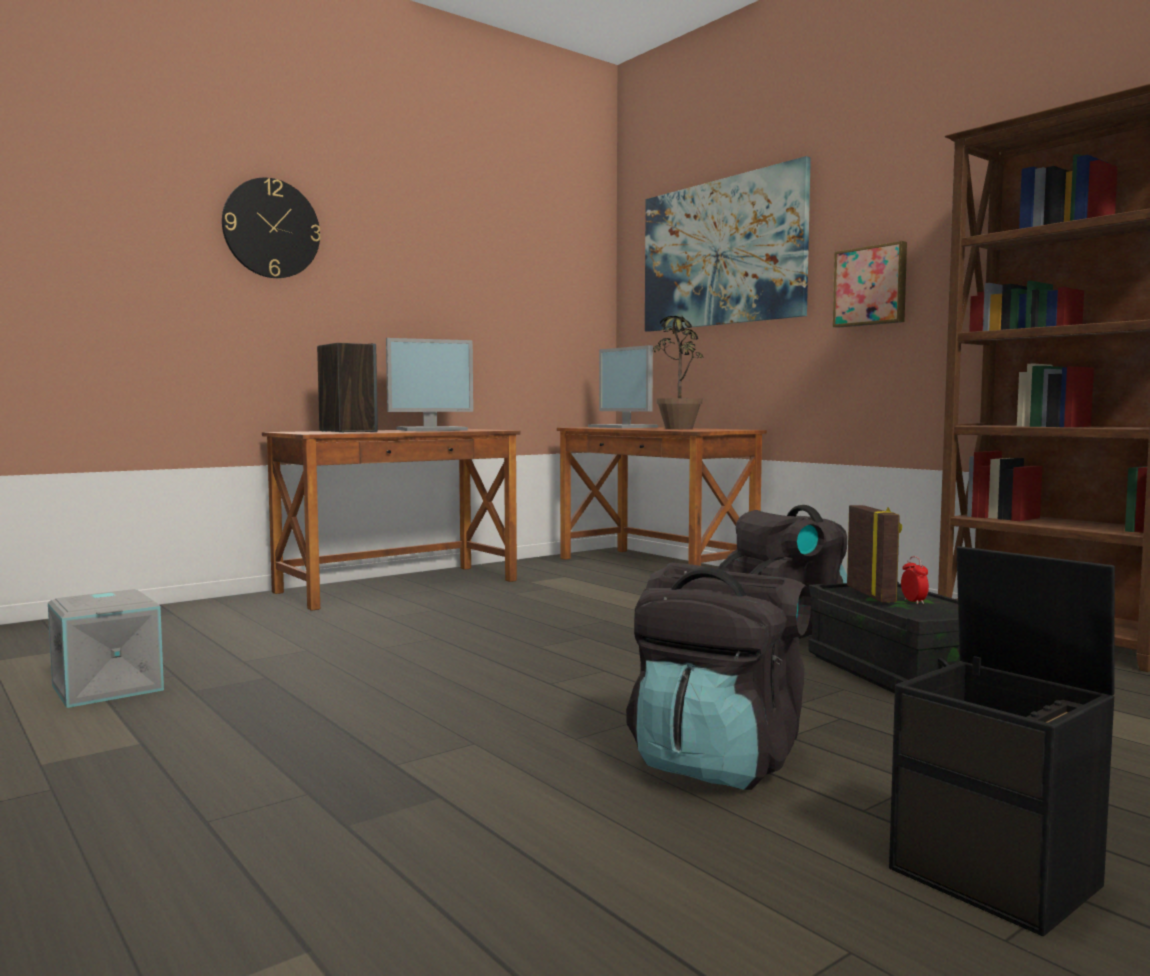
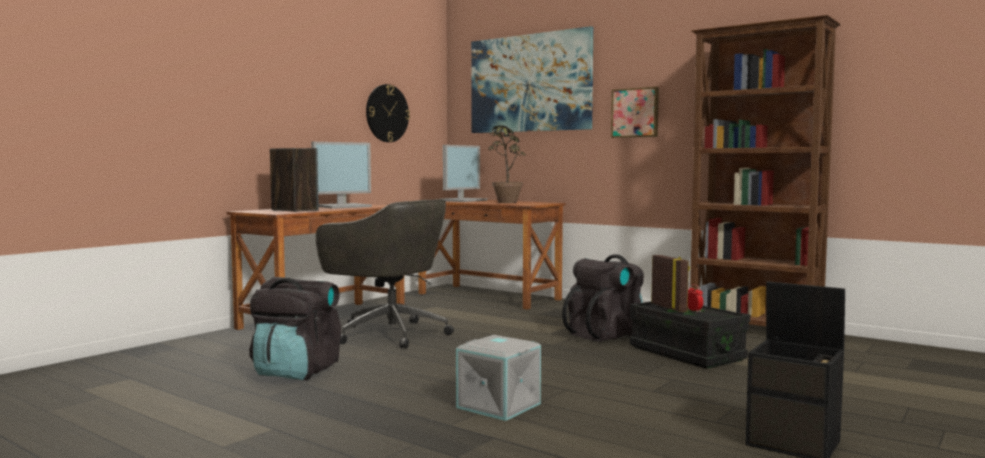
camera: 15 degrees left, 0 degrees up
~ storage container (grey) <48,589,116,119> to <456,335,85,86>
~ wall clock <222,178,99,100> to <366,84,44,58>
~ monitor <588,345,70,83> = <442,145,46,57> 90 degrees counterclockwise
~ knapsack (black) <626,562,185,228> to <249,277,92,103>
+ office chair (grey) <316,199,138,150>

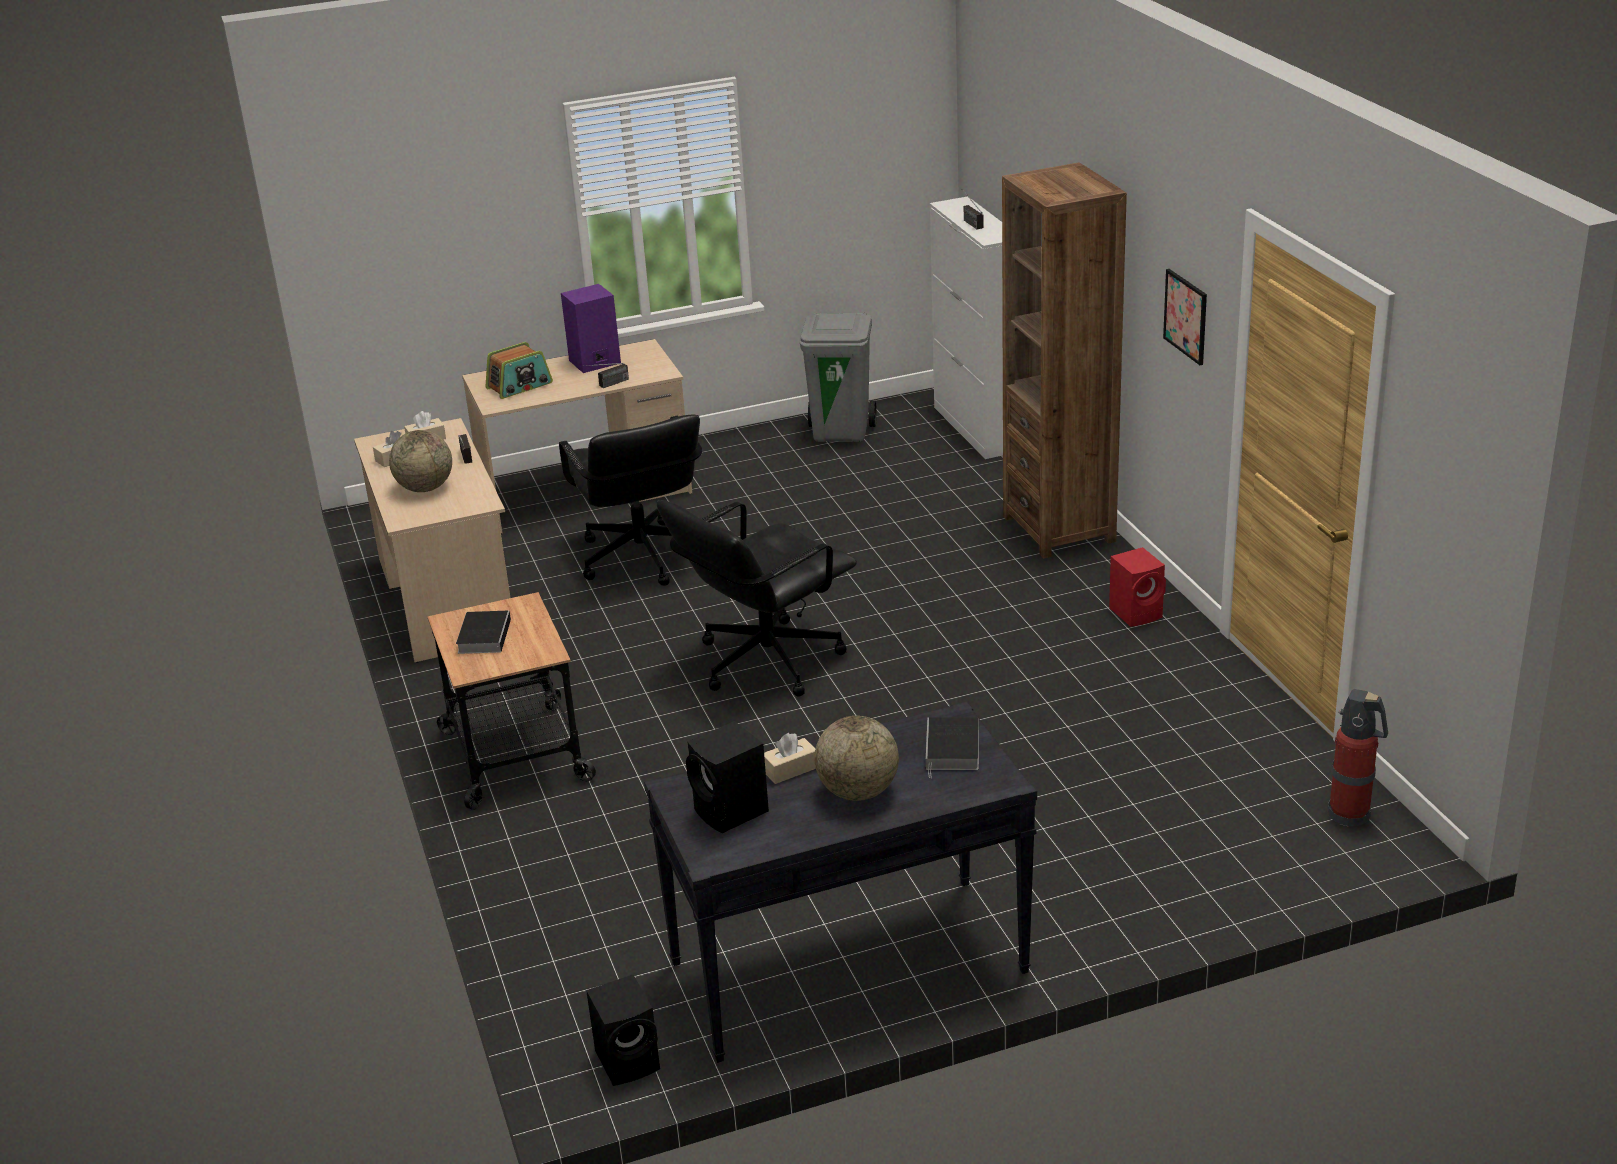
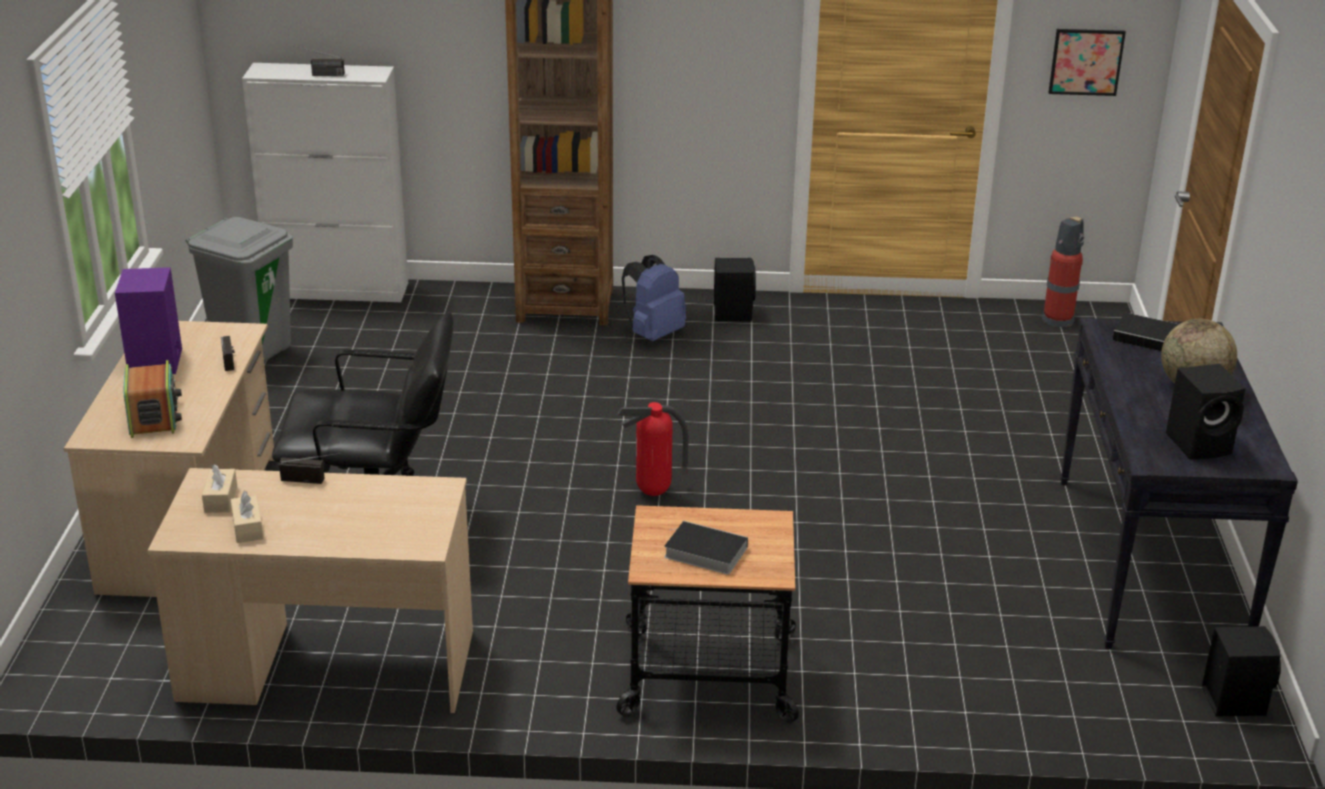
camera: 70 degrees left, 0 degrees up
- globe <389,430,63,62>
~ office chair (black) <657,500,200,197> to fire-fighting cylinder <617,402,71,94>
- box of tissues (beige-coloured) <764,733,52,51>
~ audio speaker (red) <1109,547,57,80> to audio speaker (black) <713,258,43,63>
~ wall art <1163,269,44,96> to <1048,29,78,67>
+ knapsack (blue) <622,255,64,86>

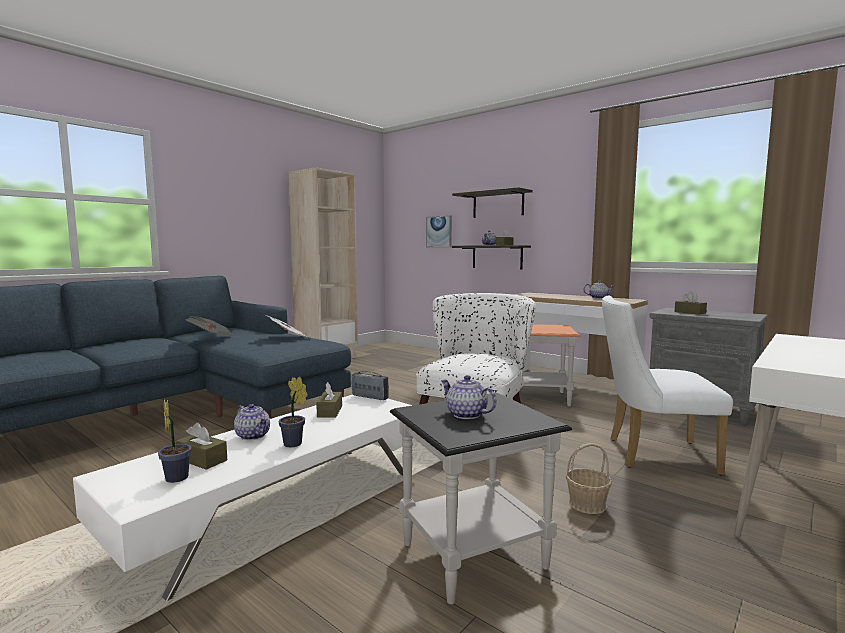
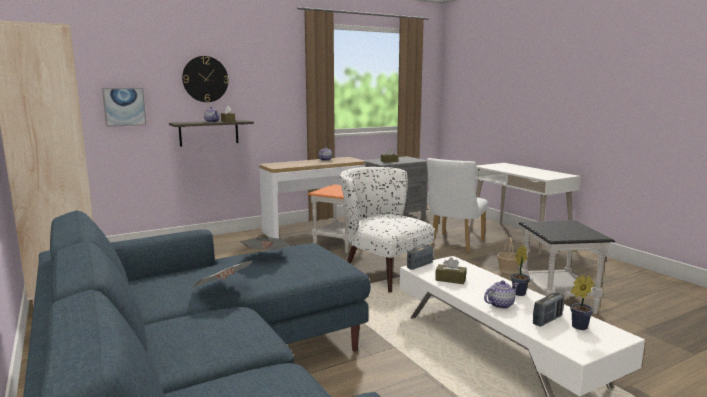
camera: 70 degrees left, 5 degrees up
~ box of tissues (brownish) <176,423,51,47> to radio receiver <533,292,31,35>
- tea pot <441,375,56,44>
~ bracket shelf <452,187,81,31> to wall clock <182,56,47,46>

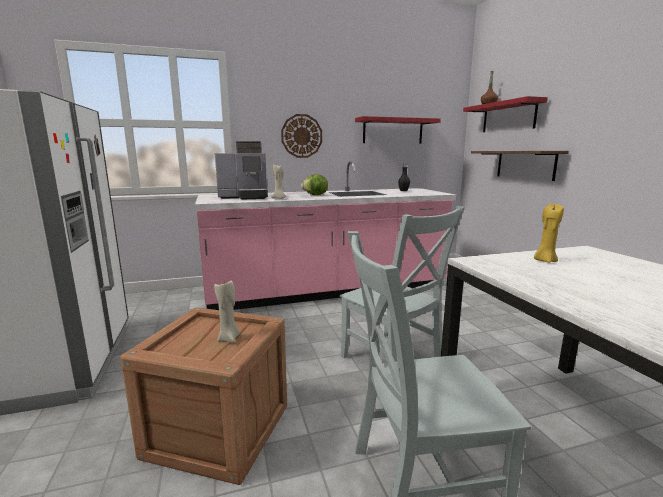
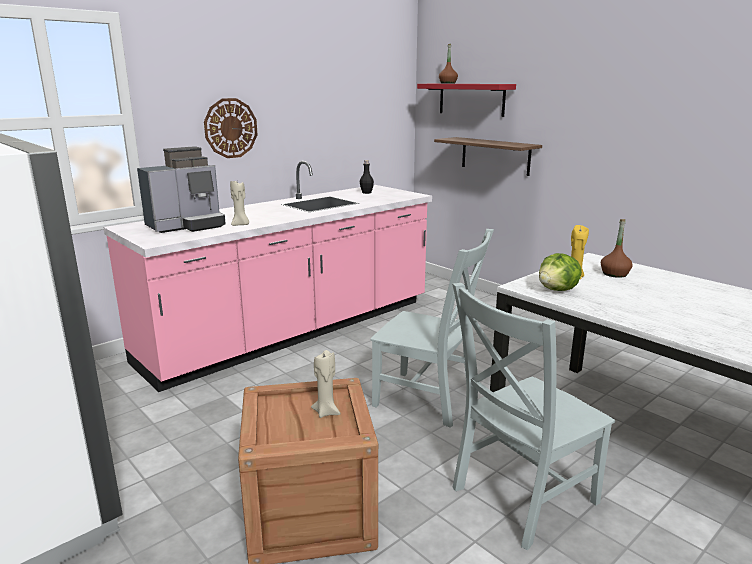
camera: 25 degrees left, 5 degrees up
~ head of lettuce <301,174,27,21> to <539,253,43,38>
- bracket shelf (red) <355,116,86,28>
+ drink bottle (brownish) <601,219,32,59>

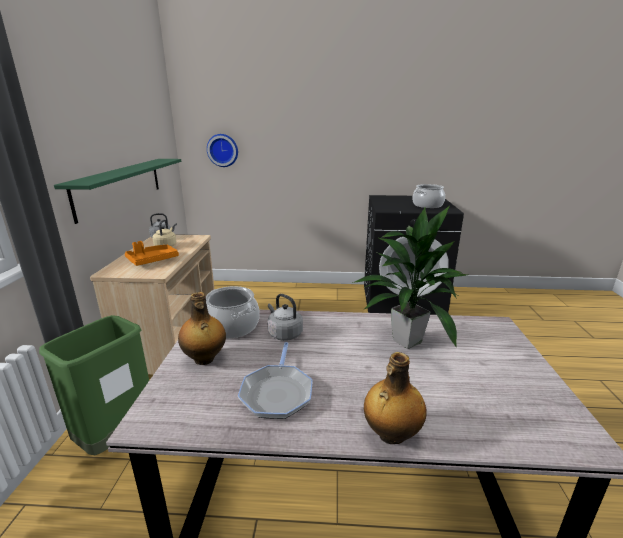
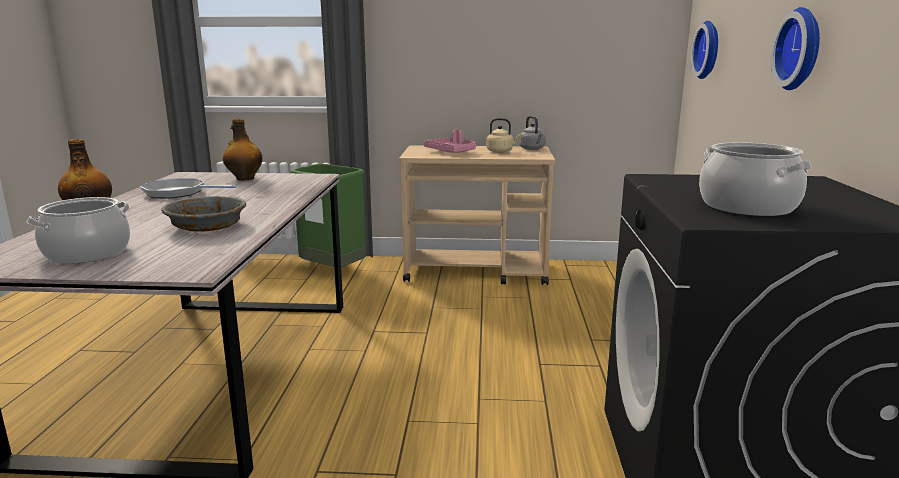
camera: 90 degrees right, 5 degrees down
- bracket shelf (green) <54,159,127,65>
~ serving tray (orange) <125,241,54,25> to serving tray (pinkish) <424,130,52,23>
~ cooking pot <206,286,54,53> to <27,197,103,67>
- tea kettle (grey) <267,294,36,47>
~ houseplant <352,206,115,143> to serving bowl (grey) <161,196,85,36>
+ wall clock <771,7,49,83>

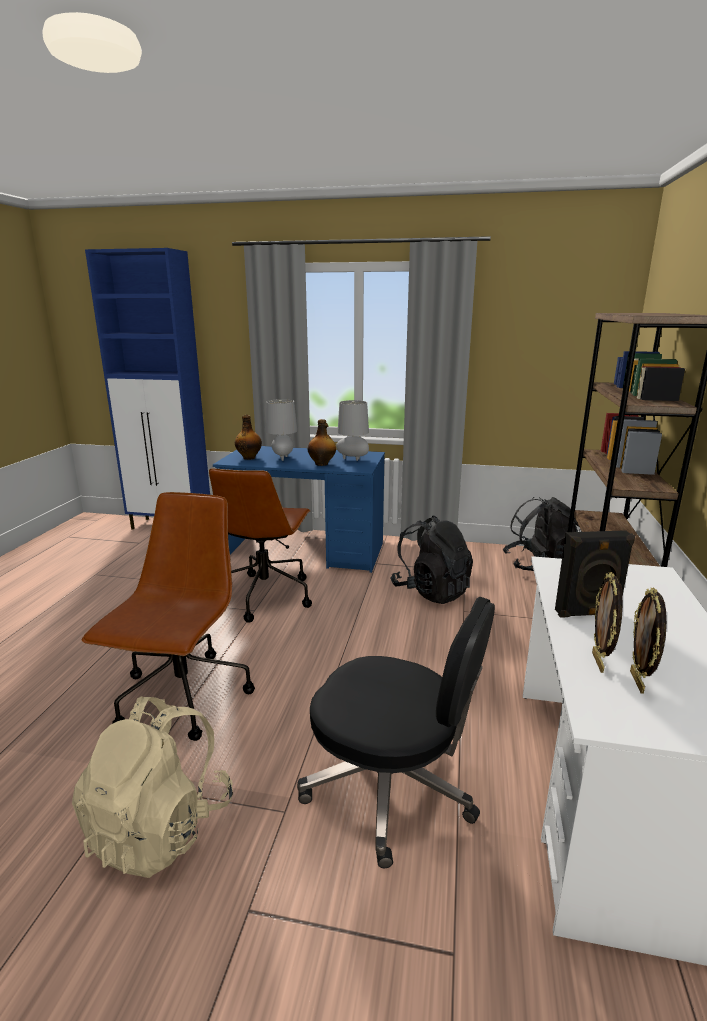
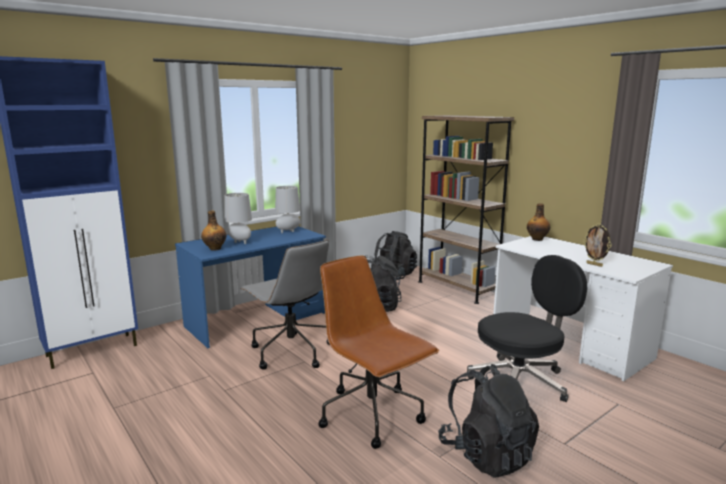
camera: 50 degrees left, 5 degrees down
~ knapsack (beige-coloured) <72,696,161,182> to knapsack (black) <438,364,101,114>
~ office chair (brownish) <209,468,103,155> to office chair (grey) <241,240,89,130>
~ drink bottle <308,419,28,47> to <527,203,23,38>
- audio speaker (black) <555,530,80,88>
- standing frame <630,588,37,106>

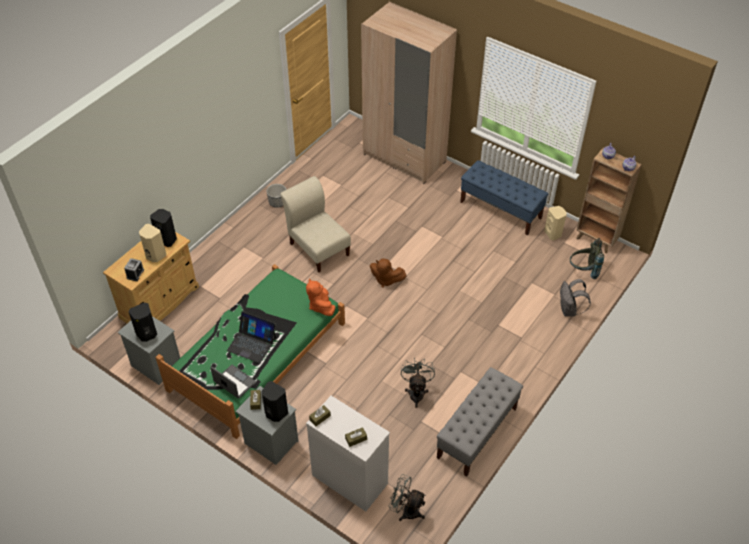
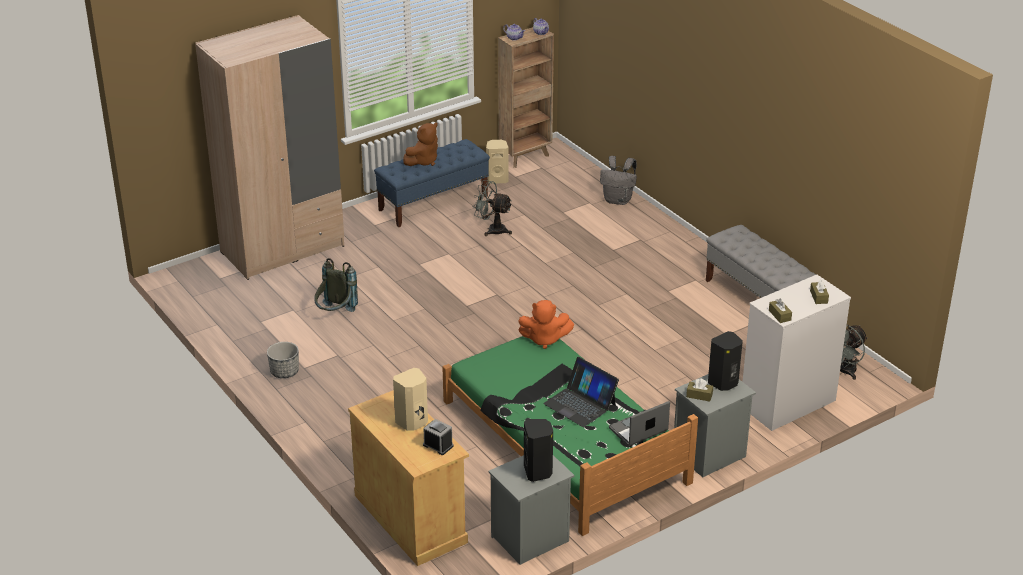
camera: 70 degrees left, 15 degrees down
- audio speaker (black) <150,209,27,38>
~ portable computer <227,311,49,52> = <543,357,76,70> 90 degrees clockwise
- chair (beige-coloured) <280,176,71,96>
~ cuddly toy (brownish) <370,259,37,29> to <403,123,35,43>
~ fan (grey) <401,358,34,50> to <473,180,39,56>
~ knapsack (grey) <570,238,34,41> to <314,258,44,54>

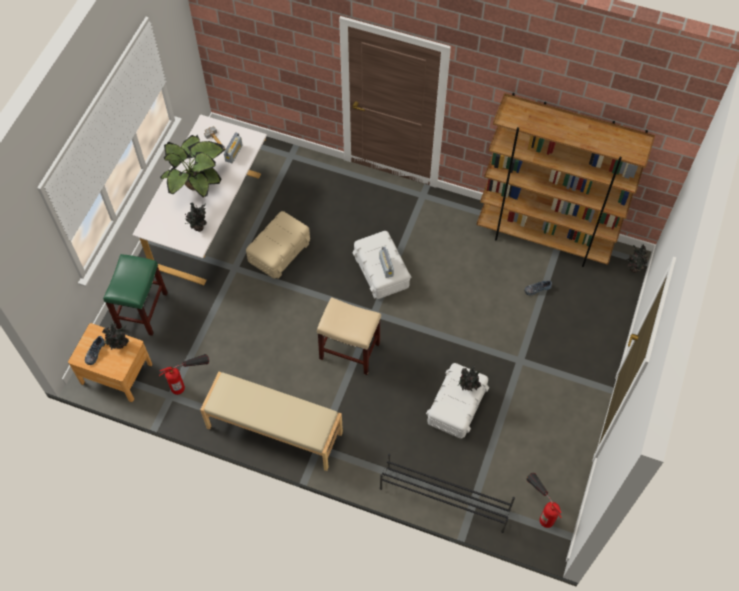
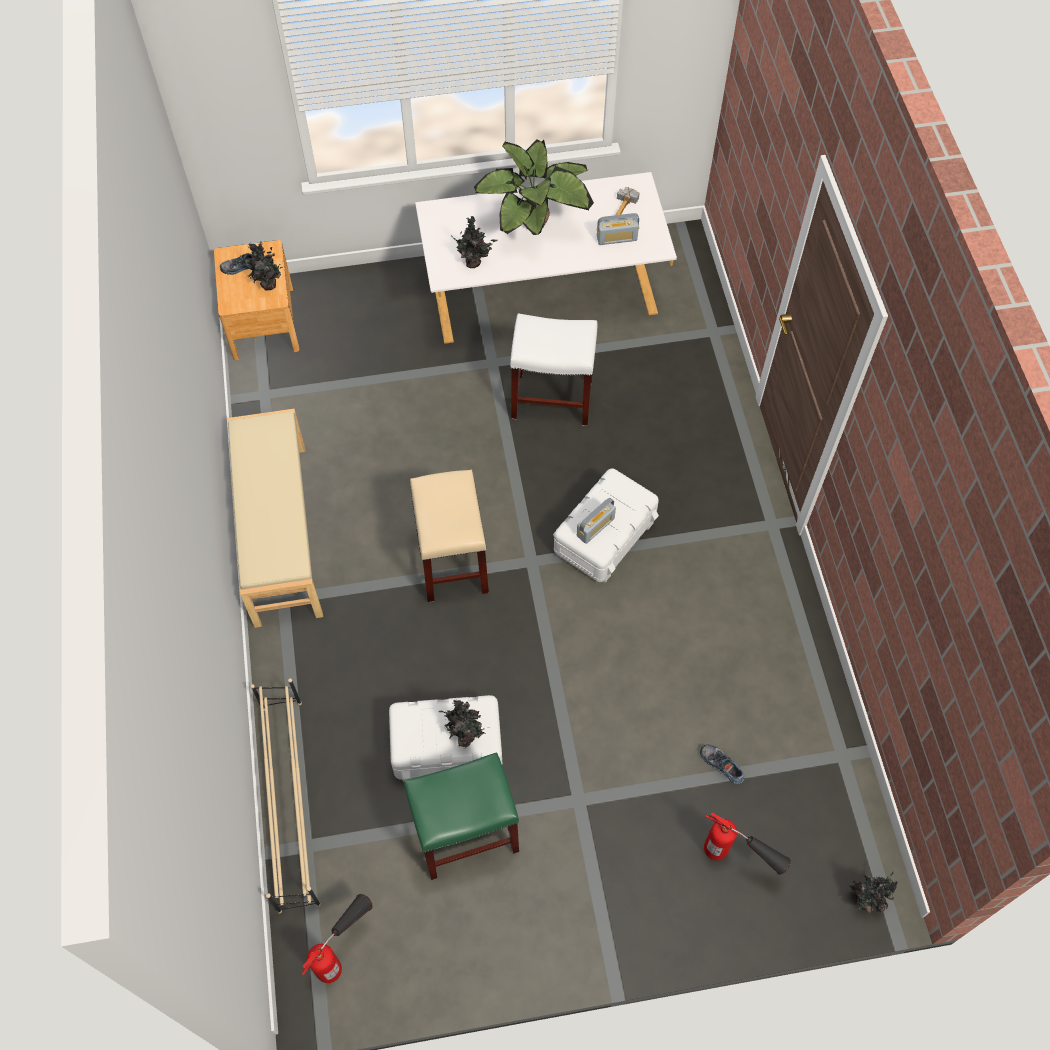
camera: 60 degrees right, 0 degrees up
~ sitting stool (green) <103,254,65,82> to <403,752,116,128>
~ fire-fighting cylinder <159,354,50,41> to <704,812,87,63>
~ storage container (beige-coloured) <246,211,64,68> to sitting stool (white-coloured) <510,314,87,112>
~ shoe rack (black) <380,454,135,79> to shoe rack (beige-coloured) <251,678,70,236>
- bookcase (brownish) <477,93,178,174>

